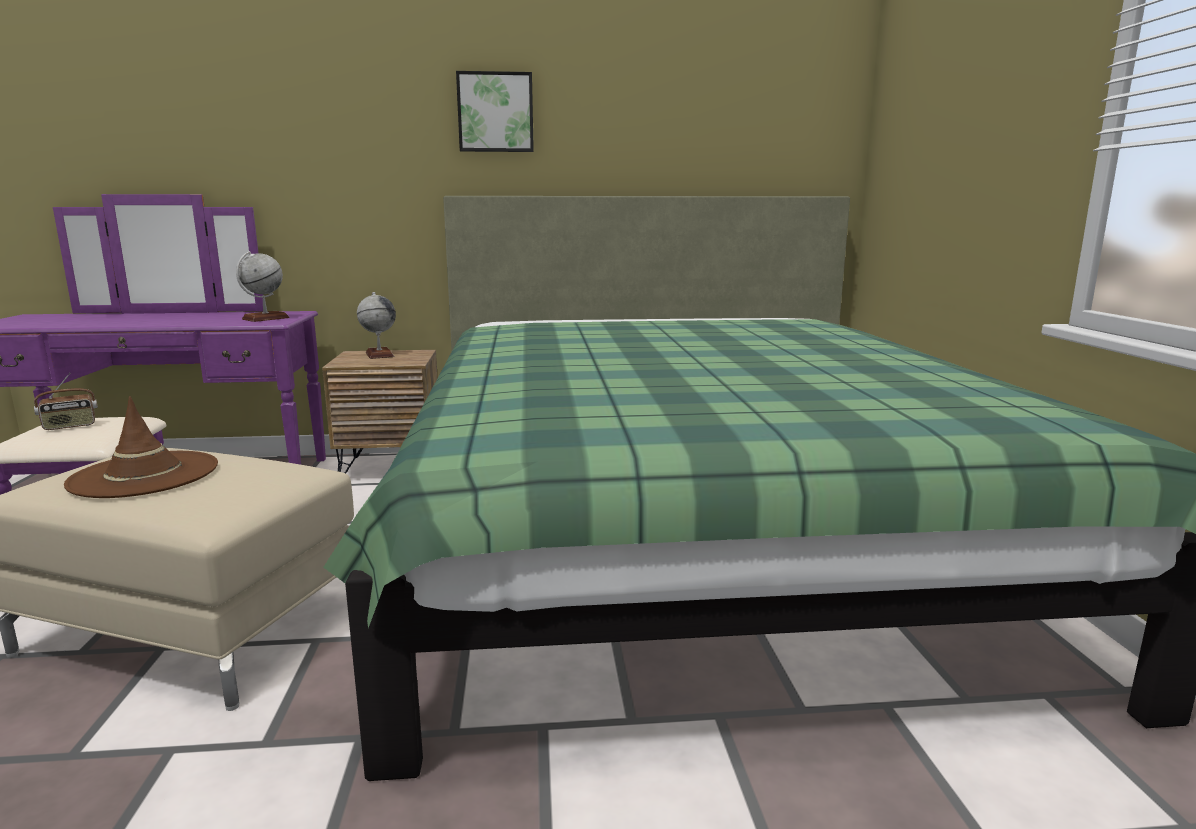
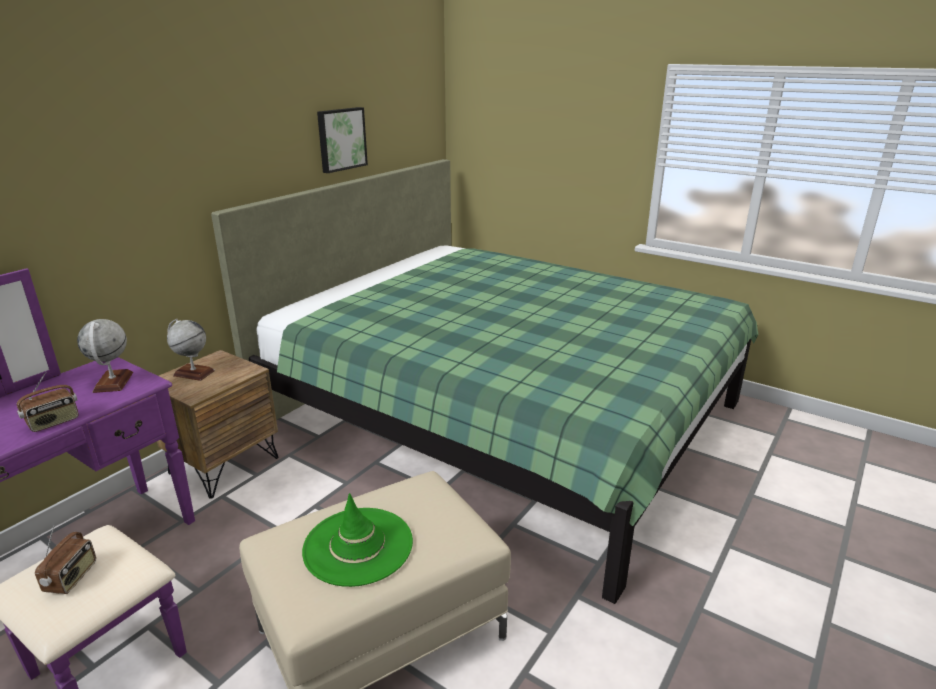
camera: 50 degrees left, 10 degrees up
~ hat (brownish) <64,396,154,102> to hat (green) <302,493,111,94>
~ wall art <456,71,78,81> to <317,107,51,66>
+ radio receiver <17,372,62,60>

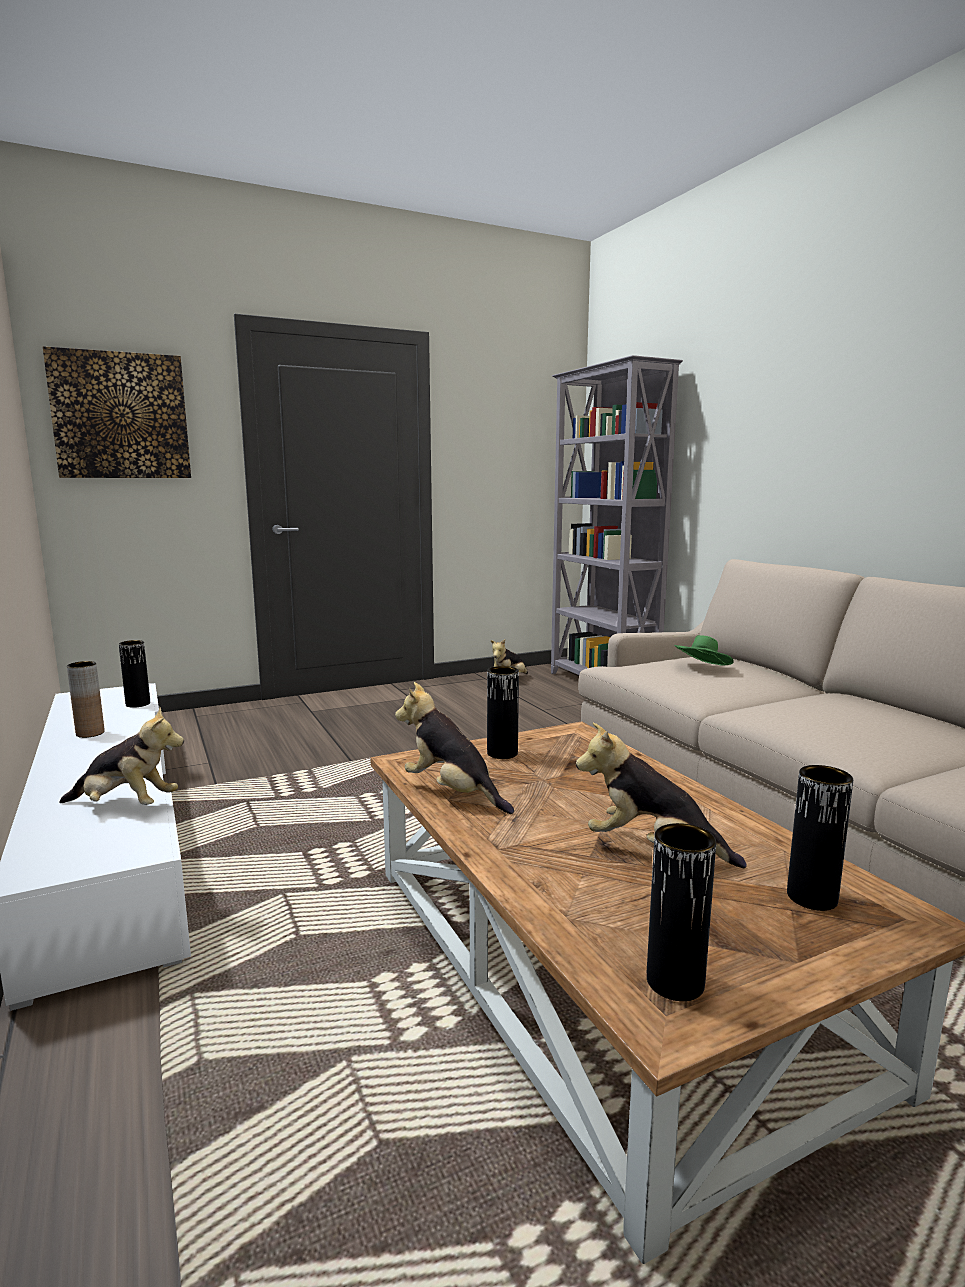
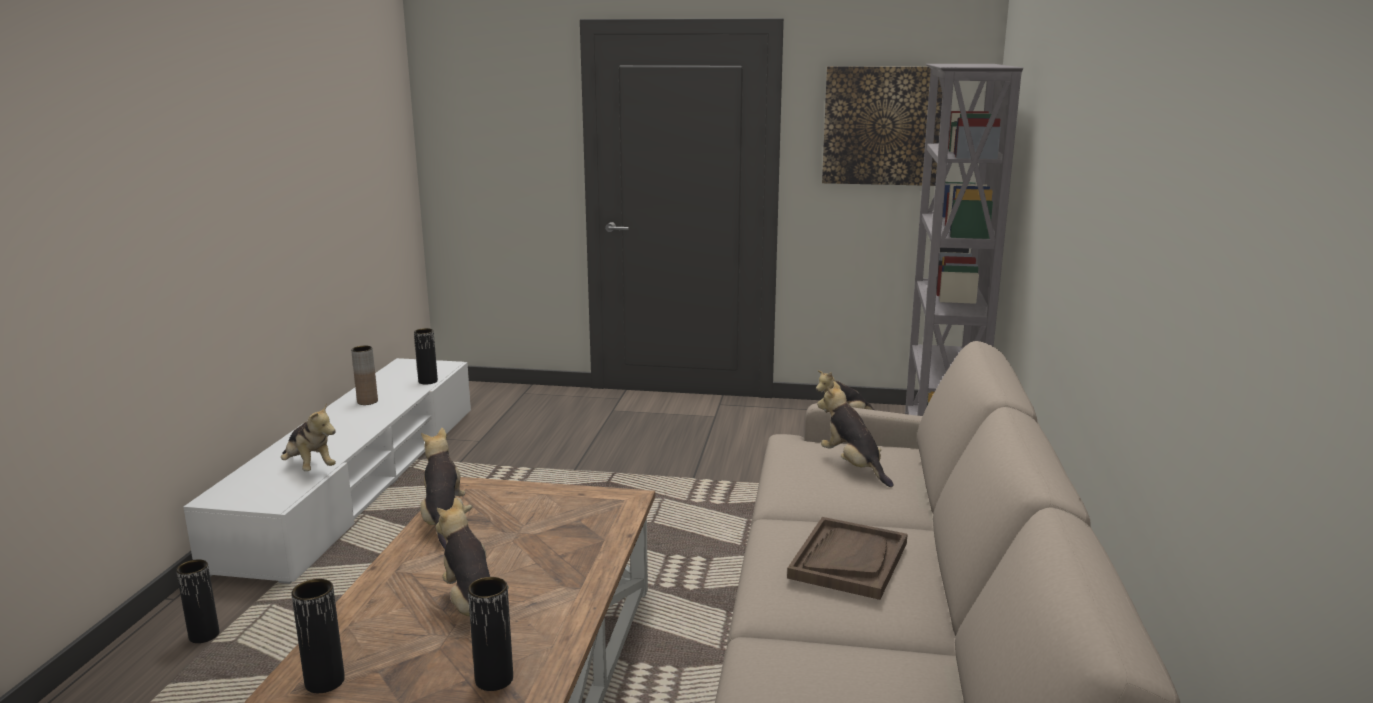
camera: 35 degrees right, 5 degrees up
~ wall art <43,346,148,132> to <822,66,121,120>
~ vase (black) <487,666,32,93> to <176,559,43,84>
~ hat (green) <674,635,60,31> to cuddly toy <817,381,76,106>
+ serving tray (brownish) <787,517,121,83>

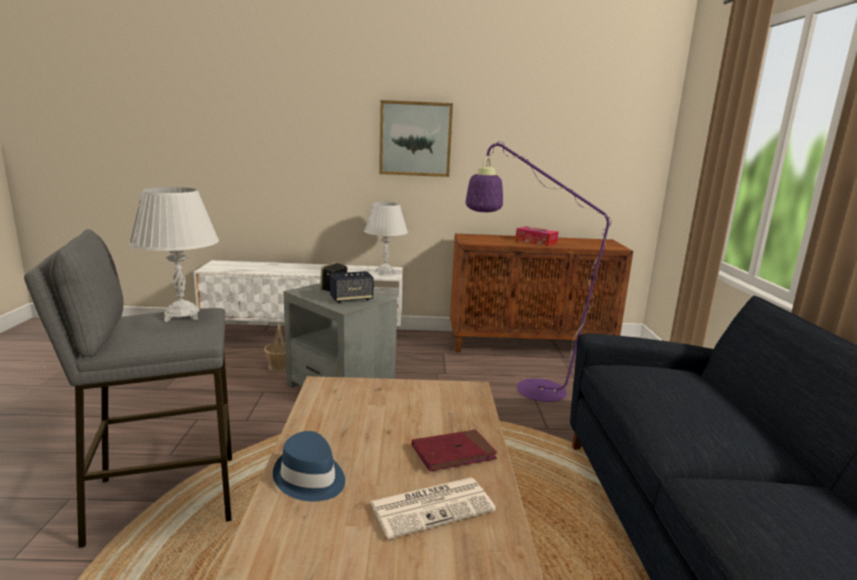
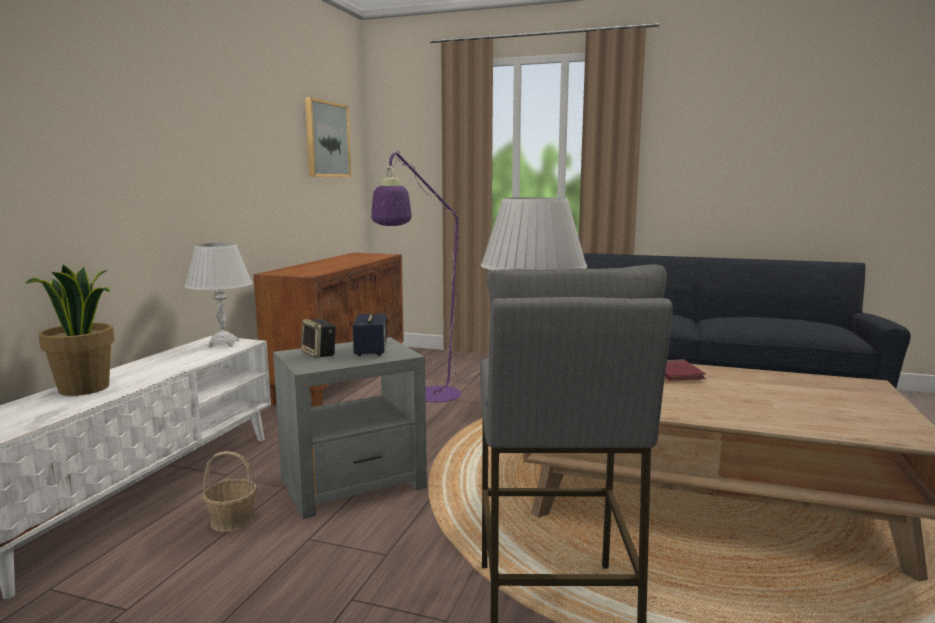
camera: 70 degrees left, 5 degrees down
- hat (blue) <273,431,72,70>
- daily paper <370,477,126,62>
~ wall art <379,100,74,77> to <305,97,46,80>
- box of tissues <515,226,44,20>
+ houseplant <26,265,89,131>

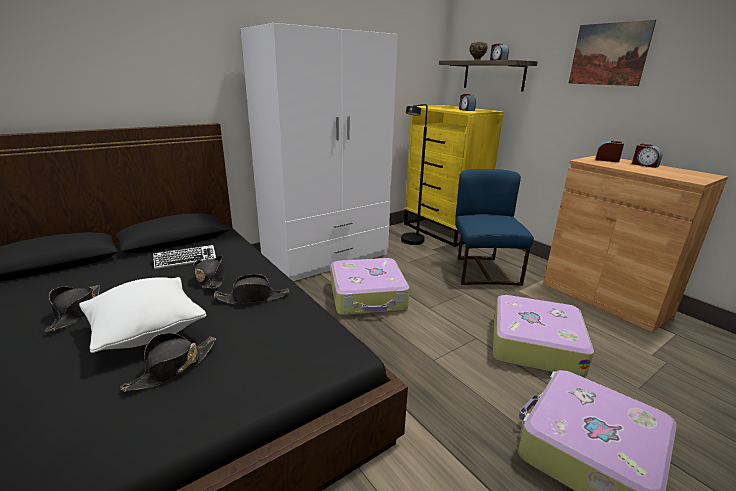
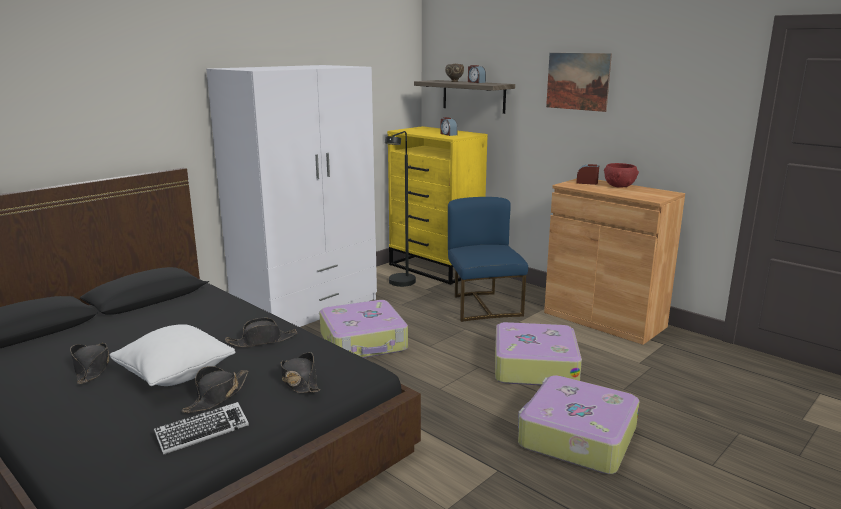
camera: 10 degrees left, 5 degrees down
~ PC keyboard <153,245,63,24> to <154,402,95,53>
~ hat (black) <194,256,30,33> to <280,352,40,41>
~ alarm clock <632,144,30,24> to serving bowl (red) <604,163,35,25>

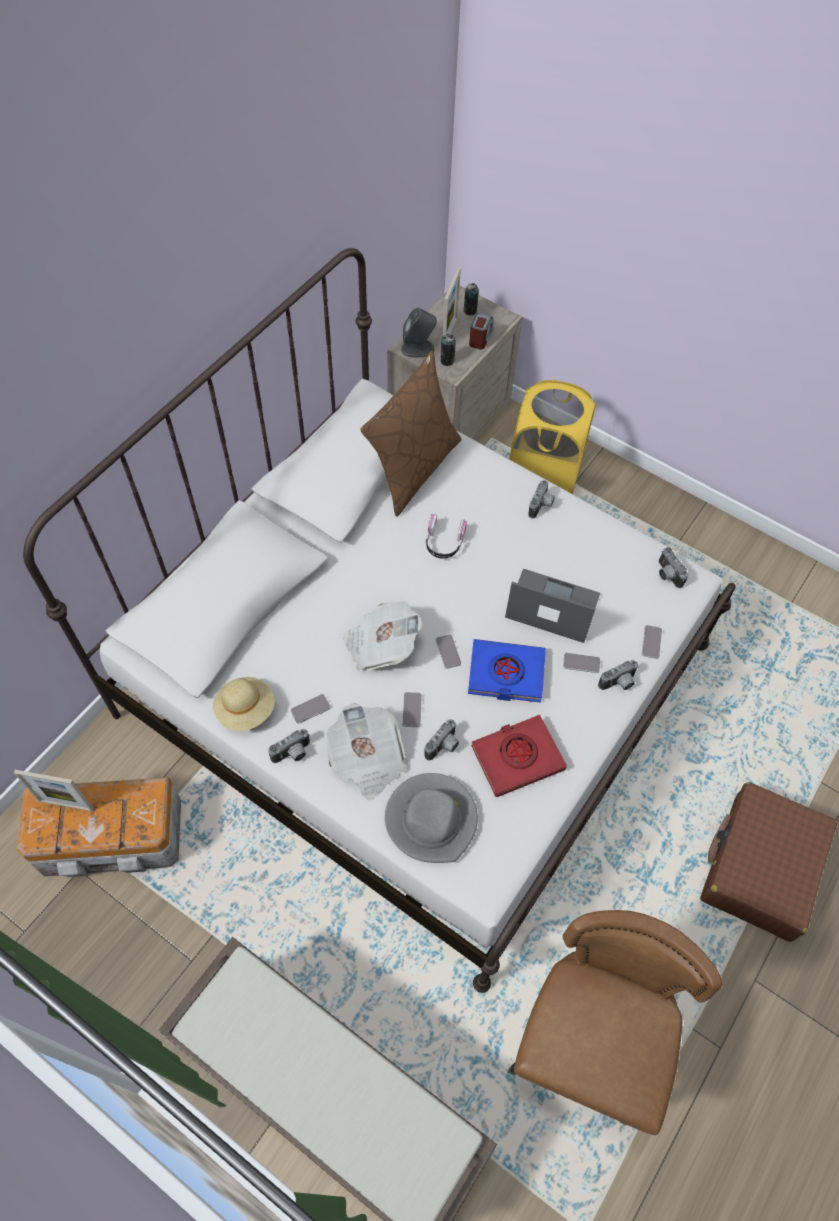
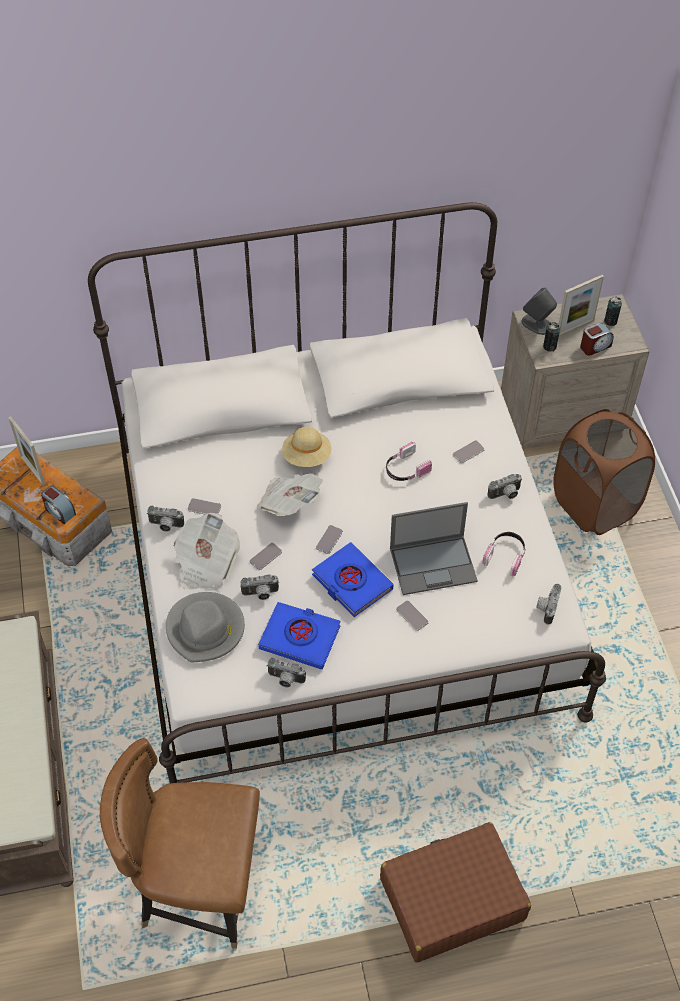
camera: 45 degrees right, 5 degrees down
~ hat (beige-coloured) <213,677,62,54> to <282,427,49,40>
- throw pillow (brownish) <360,351,102,166>
~ volume (red) <471,715,96,82> to volume (blue) <258,602,82,67>
~ portable computer <505,569,95,74> = <390,502,88,93> 105 degrees clockwise
~ chair (brownish) <508,910,214,225> = <100,738,160,211> 150 degrees counterclockwise
~ washing basket (yellow-coloured) <510,380,86,114> to washing basket (brownish) <553,409,102,126>
~ photo camera <598,660,41,30> to <267,658,39,29>
~ phone <642,625,20,34> to <453,440,32,23>
+ alarm clock <41,485,35,39>
+ headset <482,532,44,44>

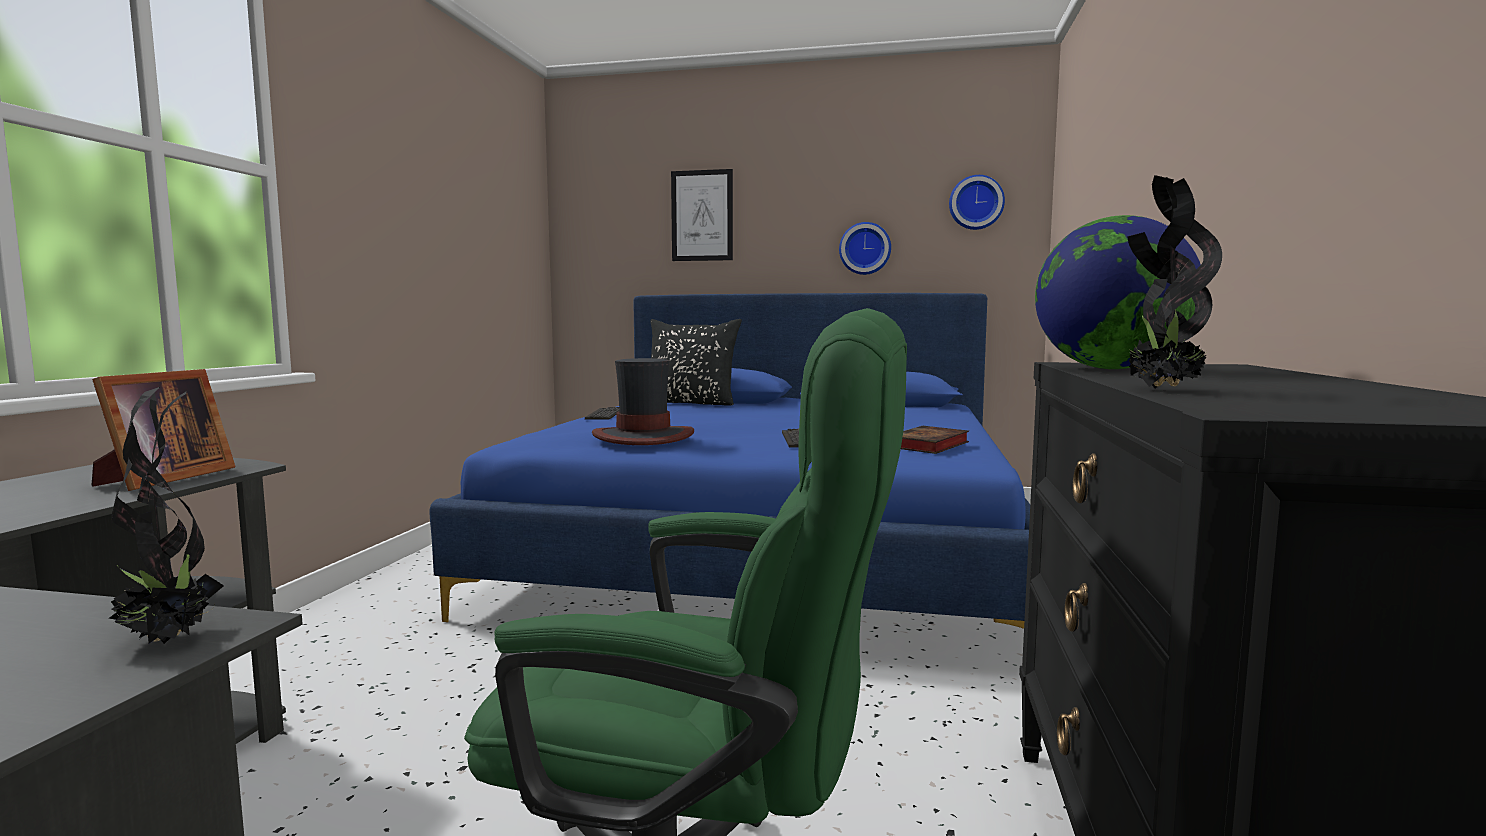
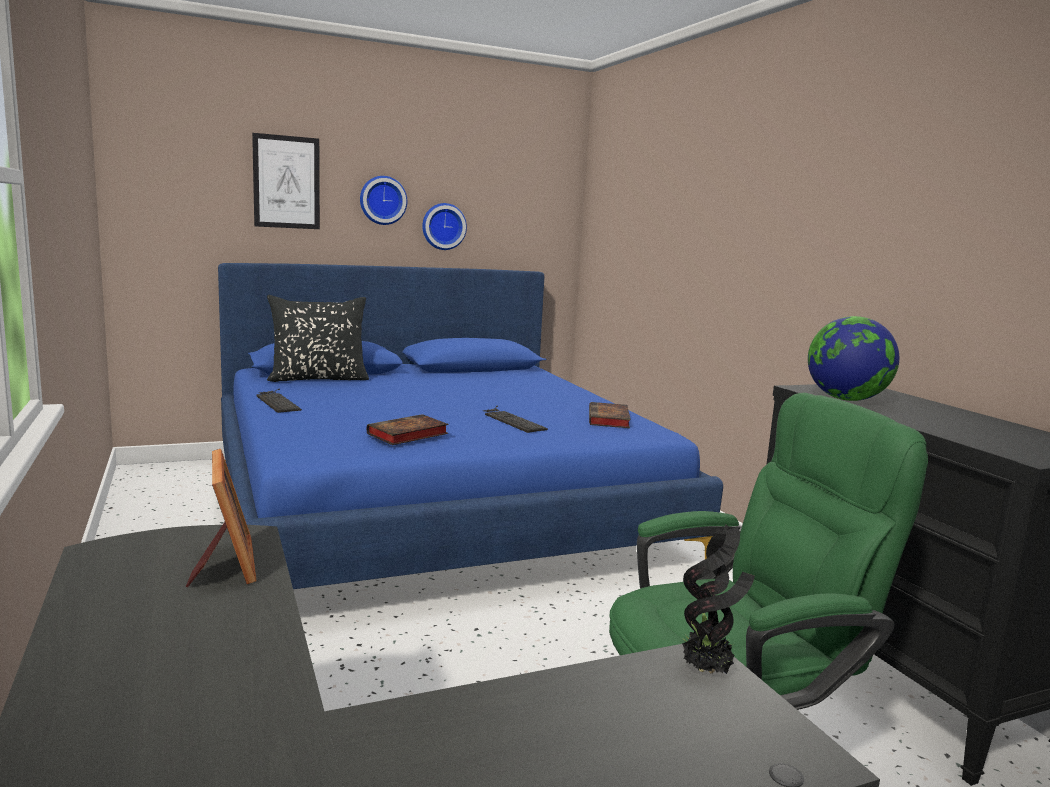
camera: 35 degrees left, 5 degrees up
~ hat <592,358,102,87> to volume <367,414,81,31>
~ wall clock <949,175,56,55> to <360,176,47,49>
- houseplant <1127,175,95,214>

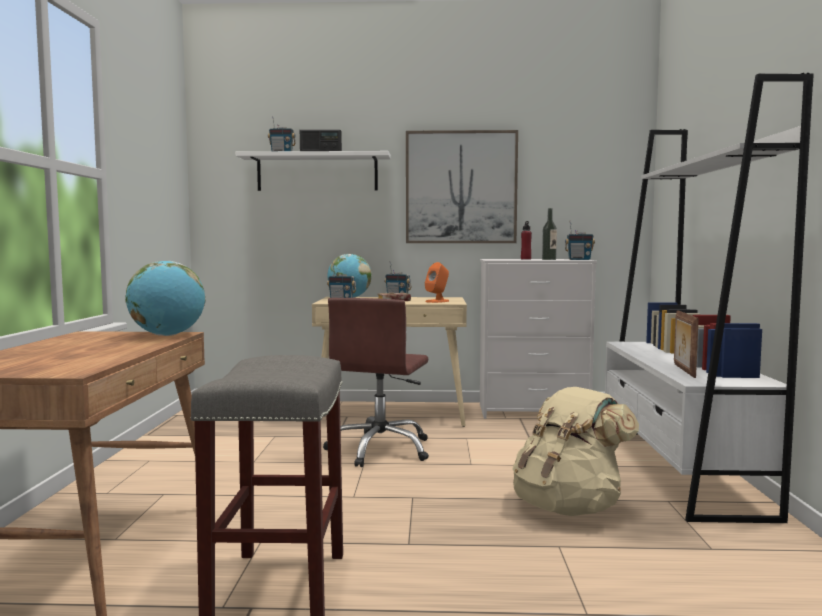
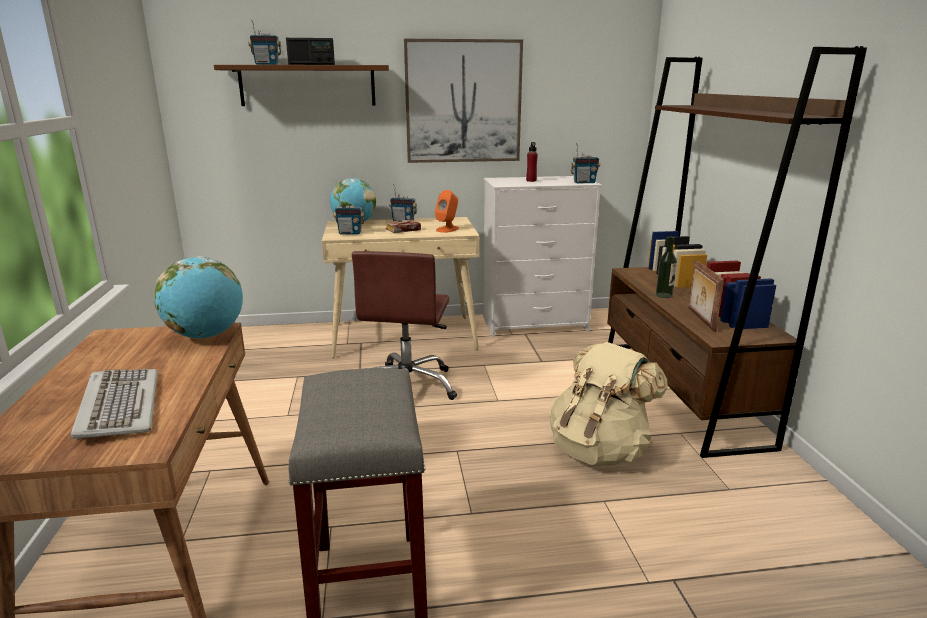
camera: 10 degrees left, 15 degrees up
~ bracket shelf (white-coloured) <235,151,156,40> to bracket shelf (brownish) <214,65,175,41>
~ drink bottle <542,208,15,52> to <656,236,21,62>
~ bookcase (white-coloured) <605,73,209,450> to bookcase (brownish) <607,46,260,412>
+ PC keyboard <70,369,88,71>

